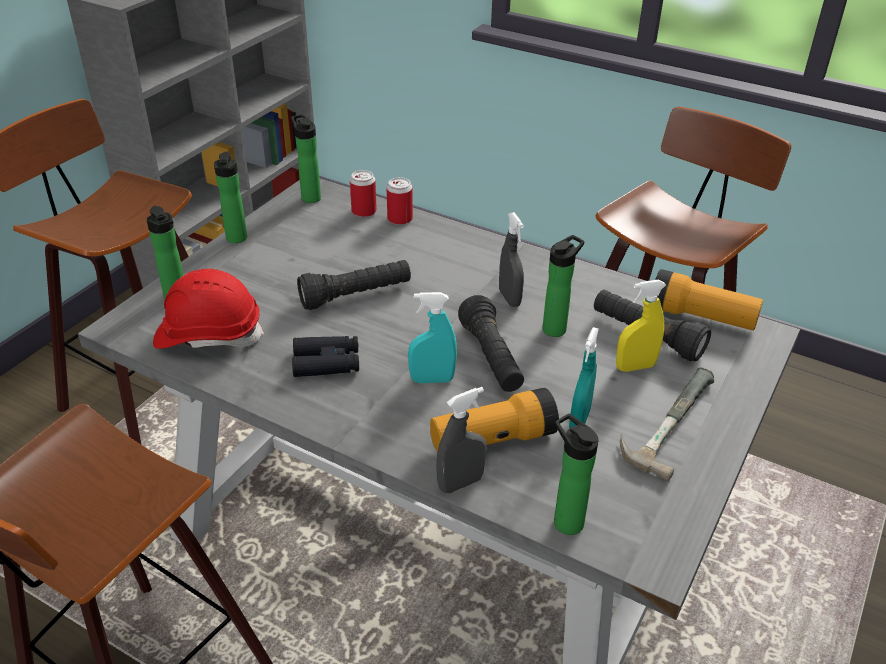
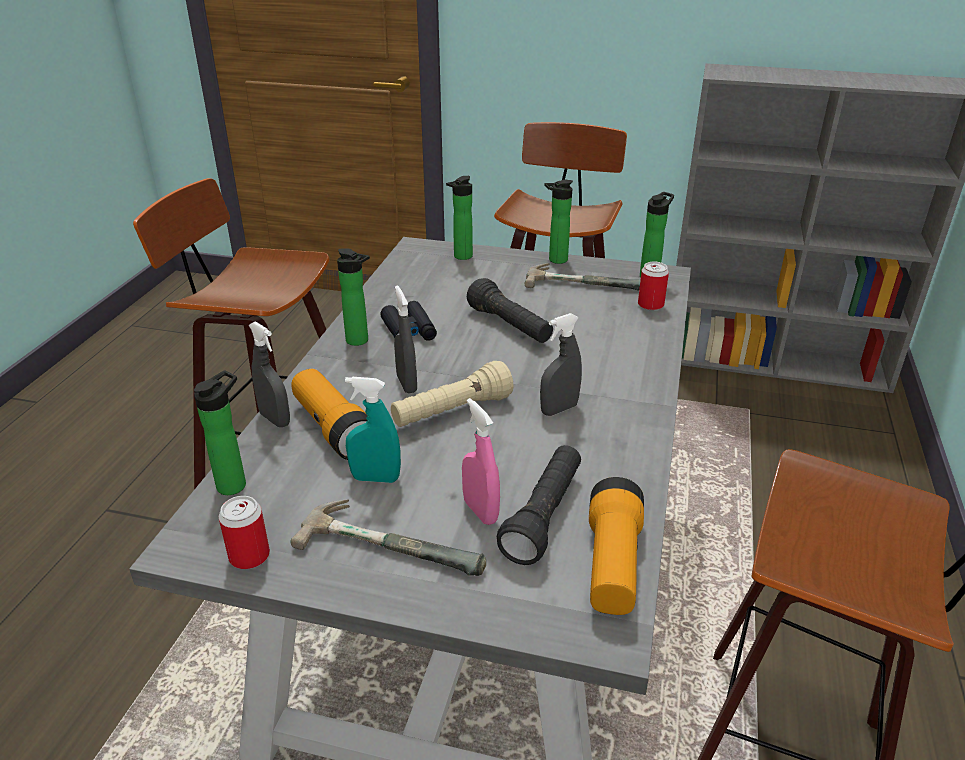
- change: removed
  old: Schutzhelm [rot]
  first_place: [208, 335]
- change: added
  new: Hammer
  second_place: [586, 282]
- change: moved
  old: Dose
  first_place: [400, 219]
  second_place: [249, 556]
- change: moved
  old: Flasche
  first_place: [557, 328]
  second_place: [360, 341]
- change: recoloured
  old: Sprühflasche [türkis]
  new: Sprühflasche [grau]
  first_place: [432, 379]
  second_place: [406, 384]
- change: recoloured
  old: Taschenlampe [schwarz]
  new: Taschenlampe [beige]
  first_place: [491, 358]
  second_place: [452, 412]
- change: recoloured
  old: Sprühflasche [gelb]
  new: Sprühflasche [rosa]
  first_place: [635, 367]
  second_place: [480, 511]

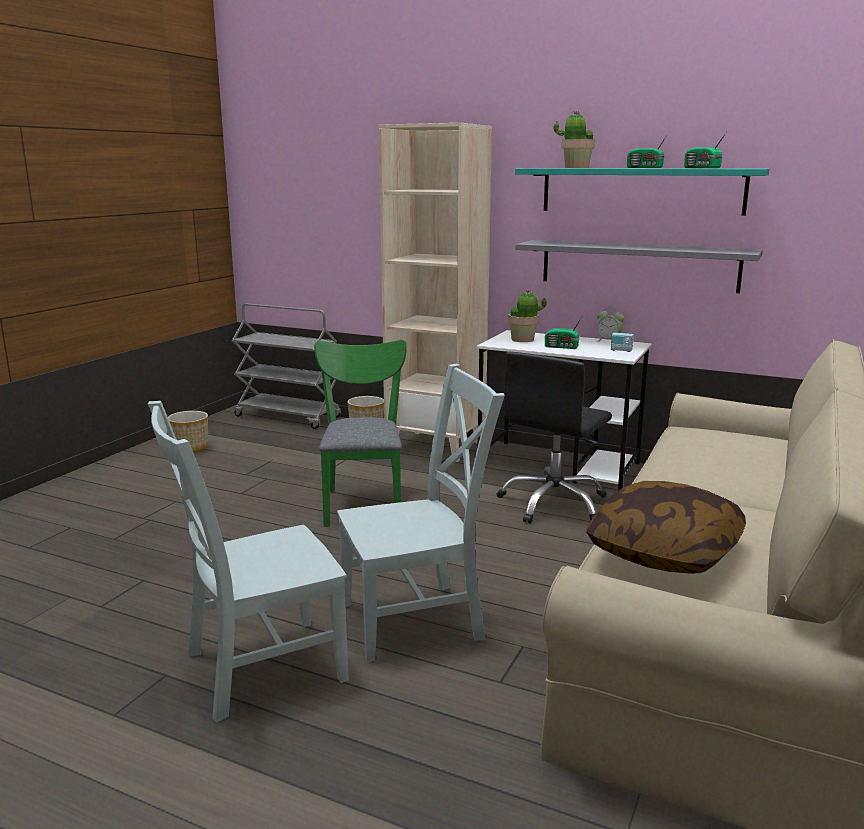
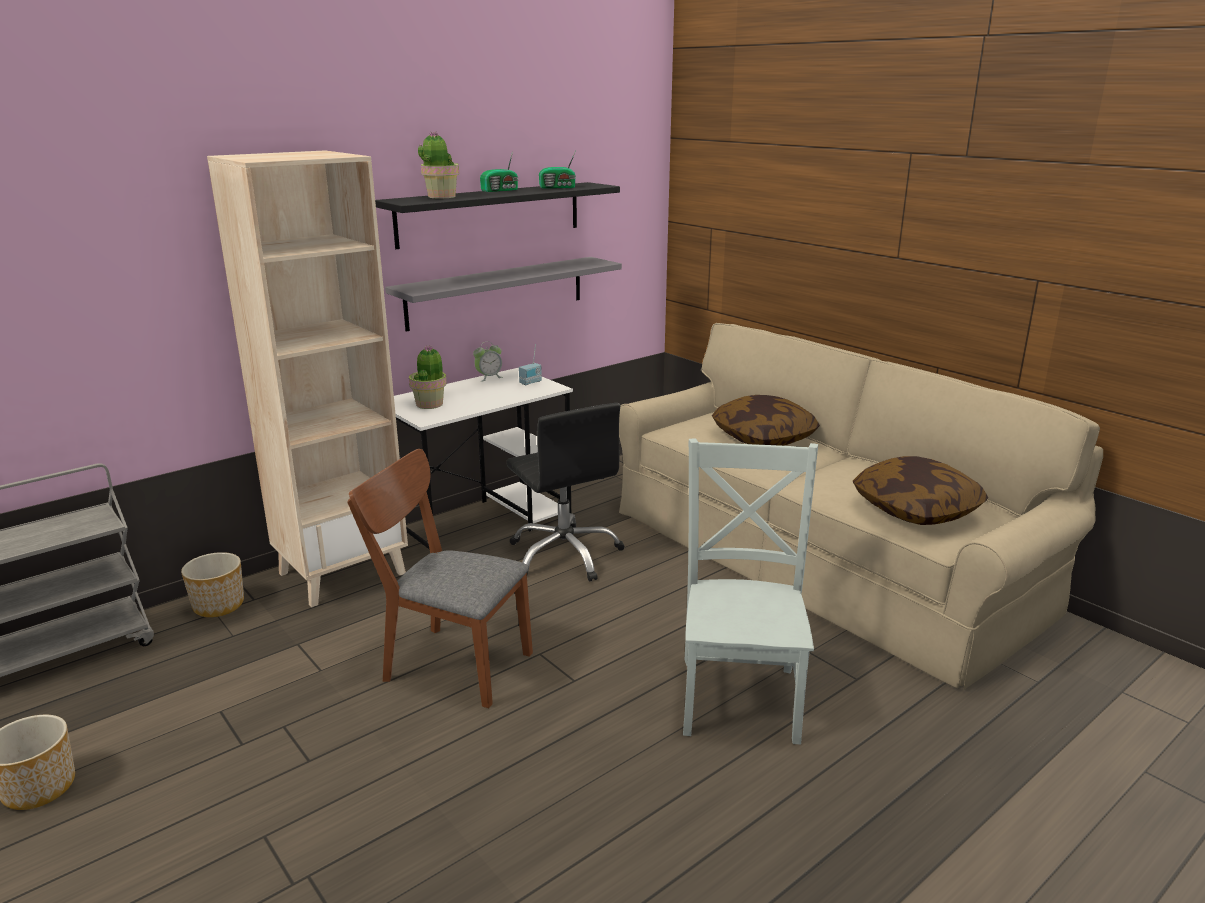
- change: removed
  old: Stuhl [grau]
  first_place: [258, 668]
- change: removed
  old: Radio
  first_place: [562, 347]
- change: added
  new: Kissen
  second_place: [763, 437]
- change: recoloured
  old: Stuhl [grün]
  new: Stuhl [braun]
  first_place: [363, 502]
  second_place: [449, 663]
- change: recoloured
  old: Wandregal [türkis]
  new: Wandregal [schwarz]
  first_place: [641, 190]
  second_place: [490, 214]

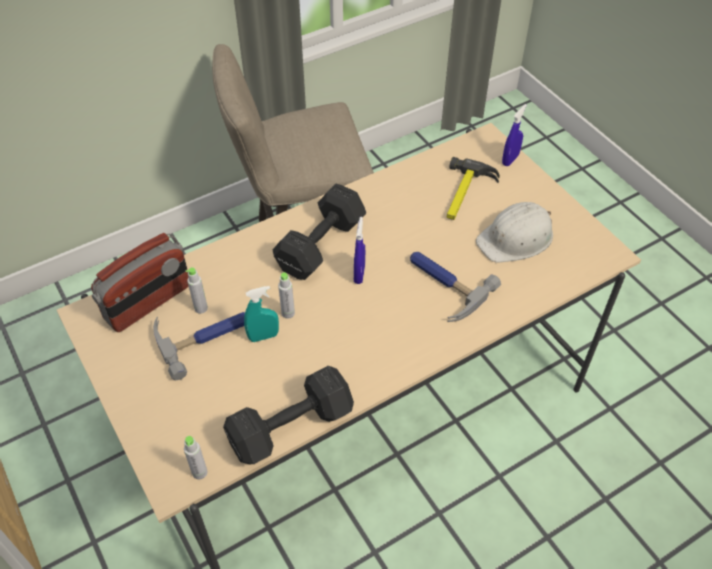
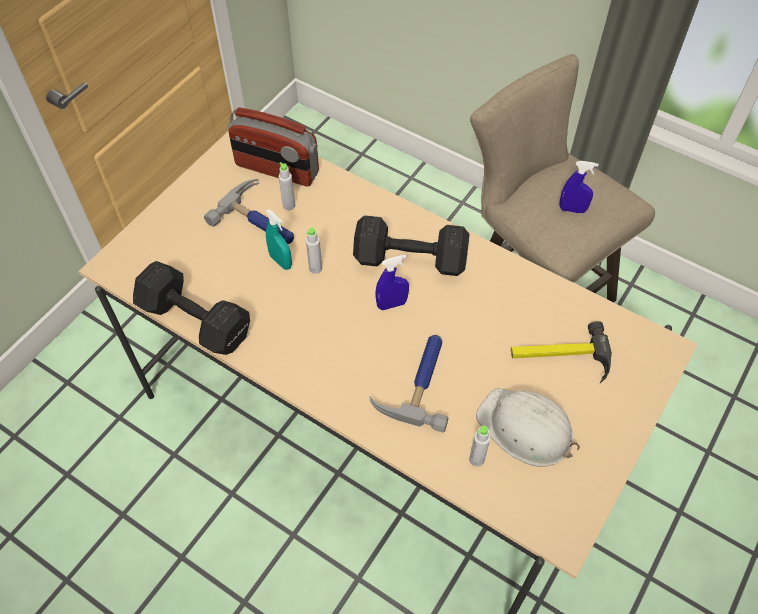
- change: moved
  old: Flasche [grau]
  first_place: [199, 472]
  second_place: [476, 459]
- change: moved
  old: Sprühflasche [blau]
  first_place: [510, 160]
  second_place: [572, 209]

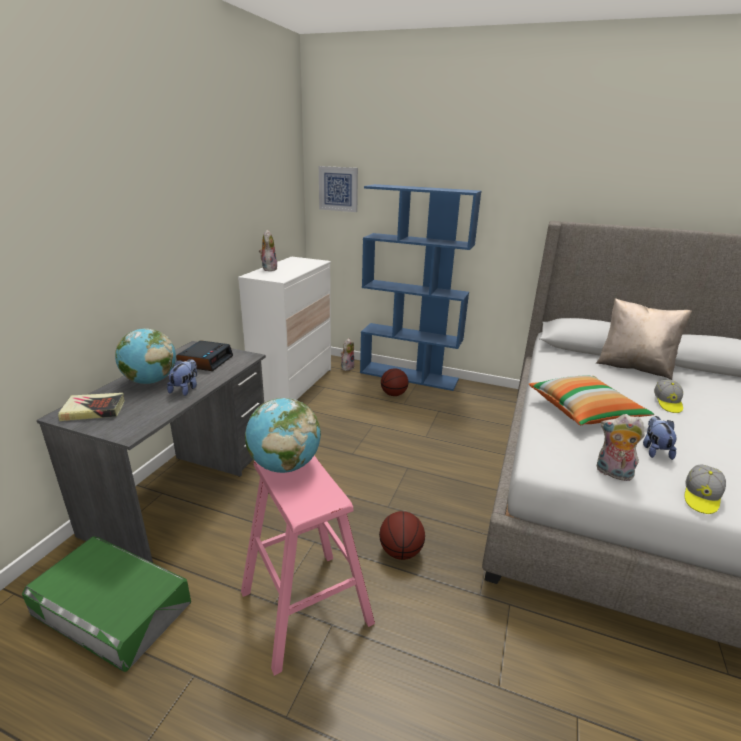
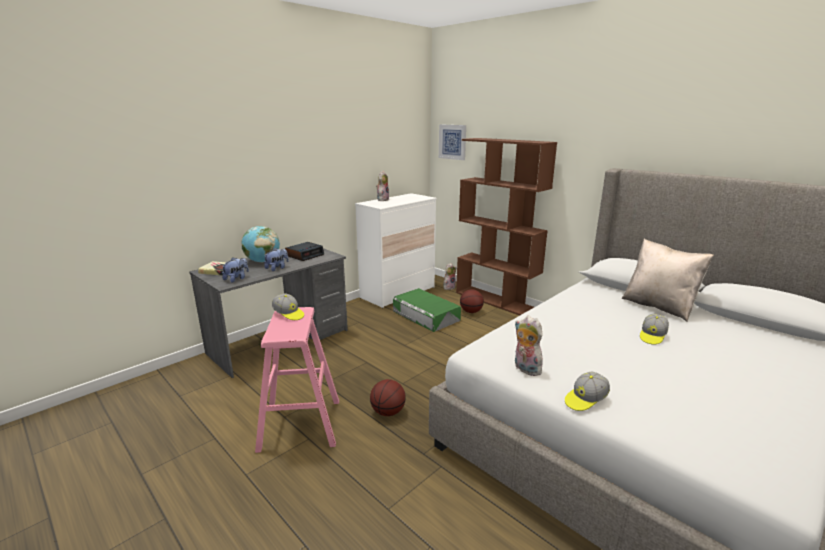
- change: removed
  old: Kissen
  first_place: [584, 412]
- change: moved
  old: Aufbewahrungsbox [grün]
  first_place: [113, 607]
  second_place: [426, 315]
- change: moved
  old: Plüschtier
  first_place: [654, 450]
  second_place: [236, 279]
- change: replaced
  old: Globus
  new: Kappe
  first_place: [285, 465]
  second_place: [288, 314]
- change: recoloured
  old: Bücherregal [blau]
  new: Bücherregal [braun]
  first_place: [409, 376]
  second_place: [496, 301]

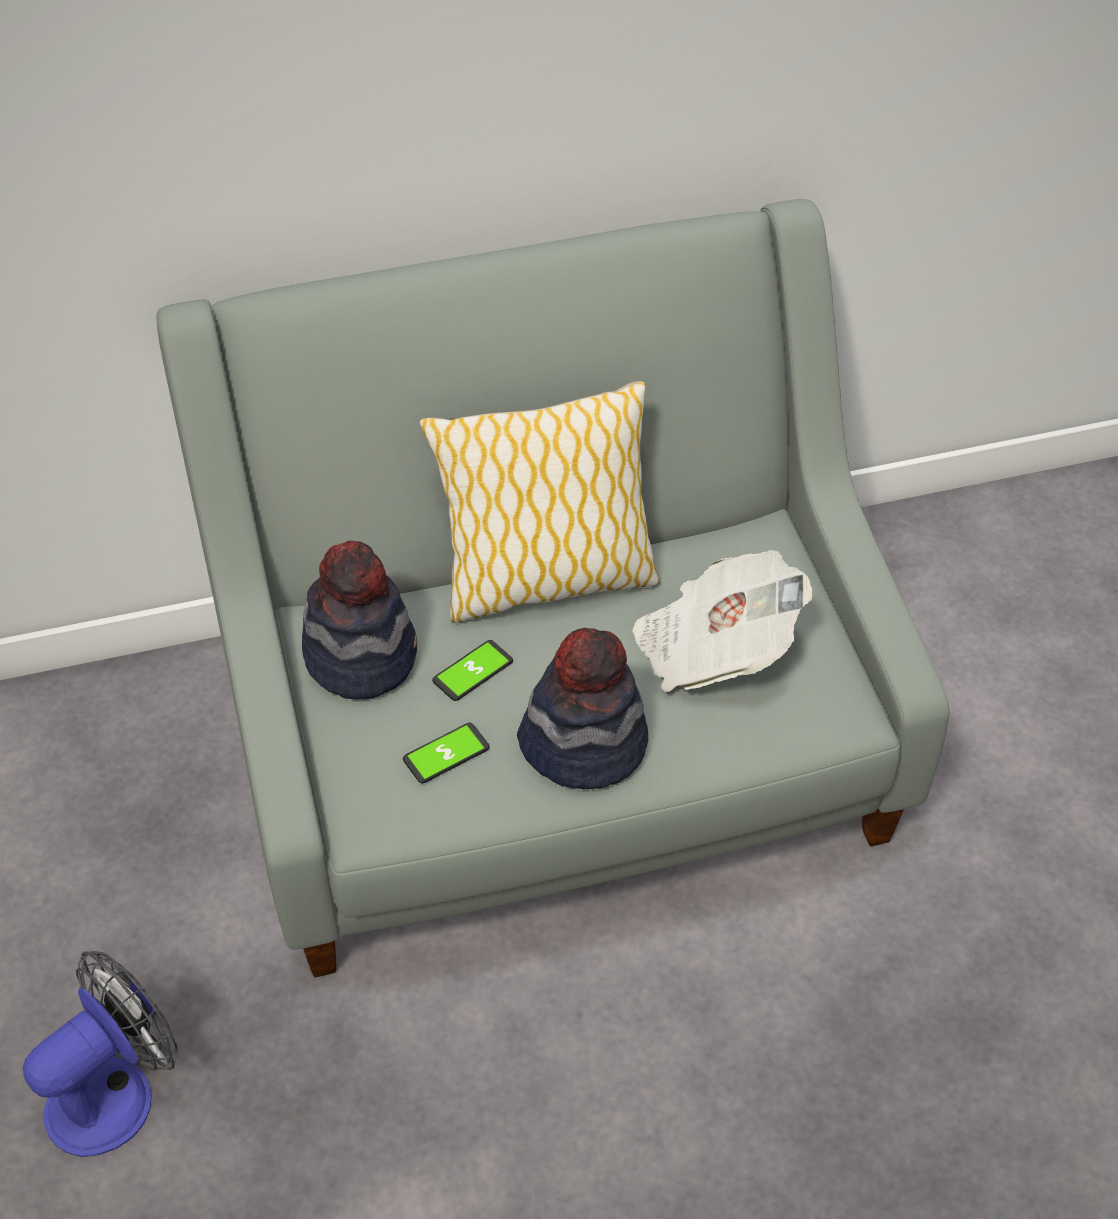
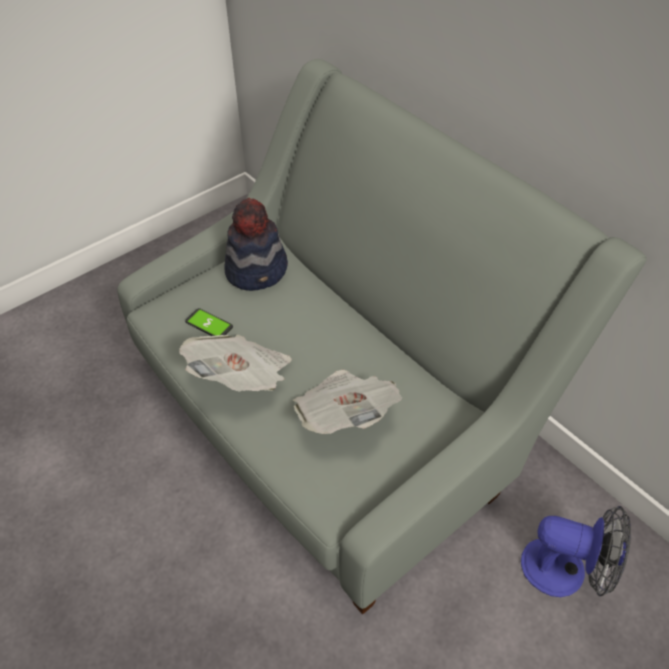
- change: removed
  old: Kissen
  first_place: [546, 581]
- change: removed
  old: Handy
  first_place: [473, 671]
- change: moved
  old: Ventilator
  first_place: [115, 1092]
  second_place: [565, 570]
- change: replaced
  old: Hut
  new: Zeitung
  first_place: [583, 744]
  second_place: [242, 378]

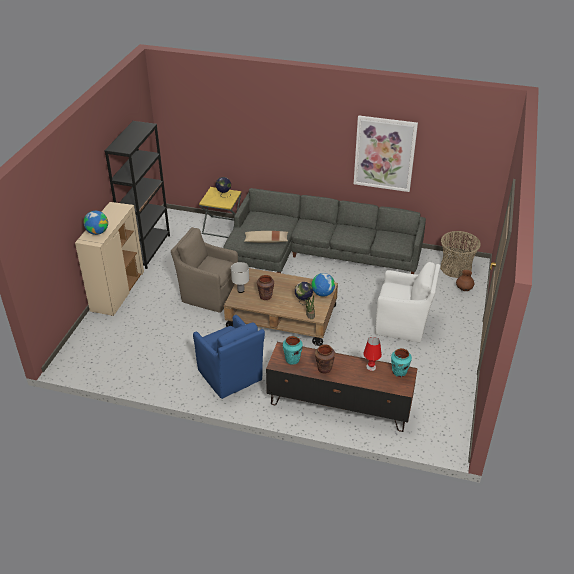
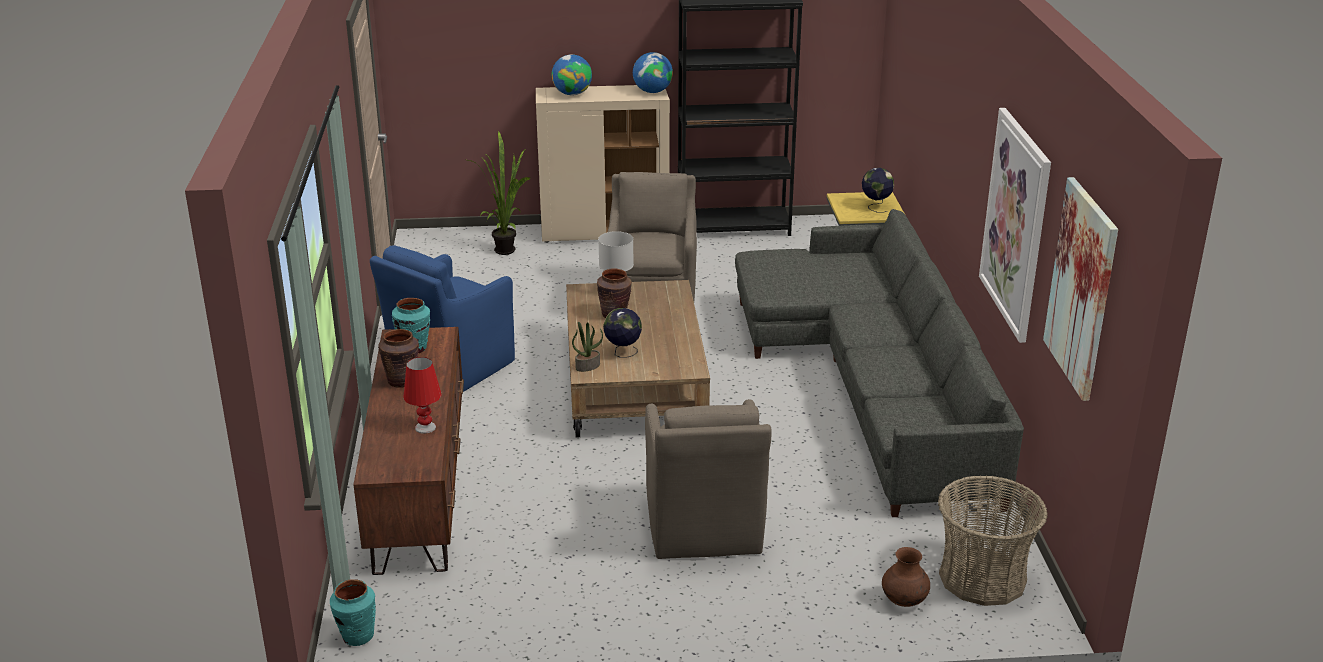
- change: removed
  old: Kissen [beige]
  first_place: [266, 241]
- change: added
  new: Topfpflanze
  second_place: [507, 249]
- change: added
  new: Bild
  second_place: [1081, 288]
- change: moved
  old: Globus
  first_place: [322, 293]
  second_place: [652, 91]
- change: moved
  old: Vase [türkis]
  first_place: [399, 372]
  second_place: [357, 636]
- change: recoloured
  old: Sessel [weiß]
  new: Sessel [braun]
  first_place: [403, 325]
  second_place: [703, 528]

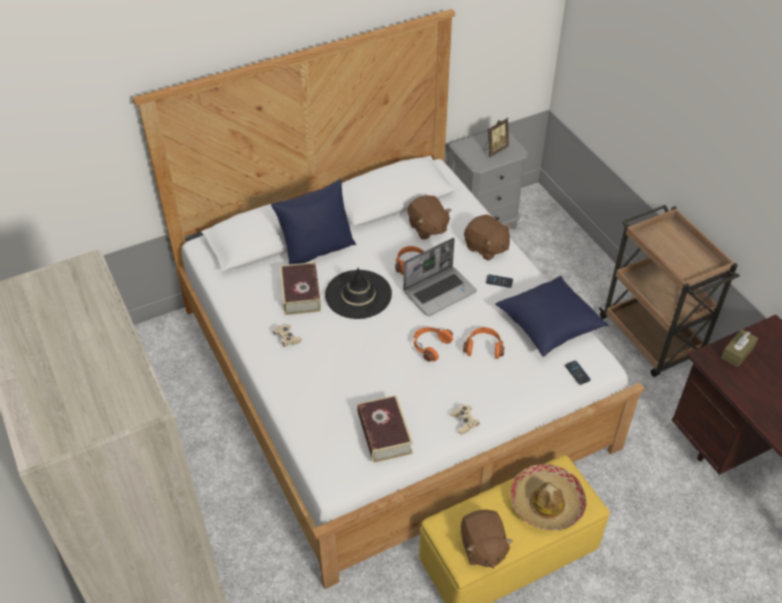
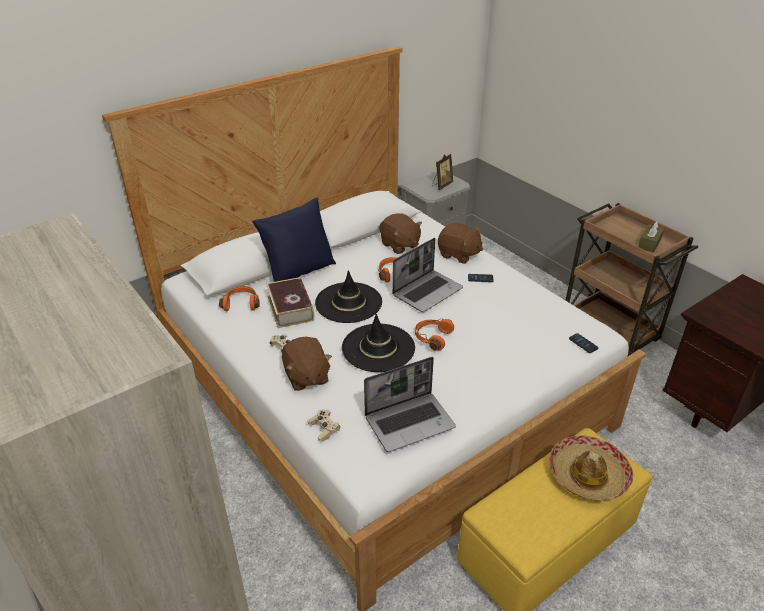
- change: removed
  old: Kissen [blau]
  first_place: [549, 326]
- change: added
  new: Hut [schwarz]
  second_place: [378, 348]
- change: moved
  old: Gamepad [beige]
  first_place: [464, 422]
  second_place: [324, 429]
- change: moved
  old: Plüschtier [braun]
  first_place: [482, 547]
  second_place: [306, 376]
- change: moved
  old: Kopfhörer [orange]
  first_place: [483, 347]
  second_place: [241, 303]
- change: moved
  old: Taschentuchbox [braun]
  first_place: [737, 353]
  second_place: [649, 243]
- change: replaced
  old: Buch
  new: Laptop
  first_place: [384, 434]
  second_place: [410, 422]

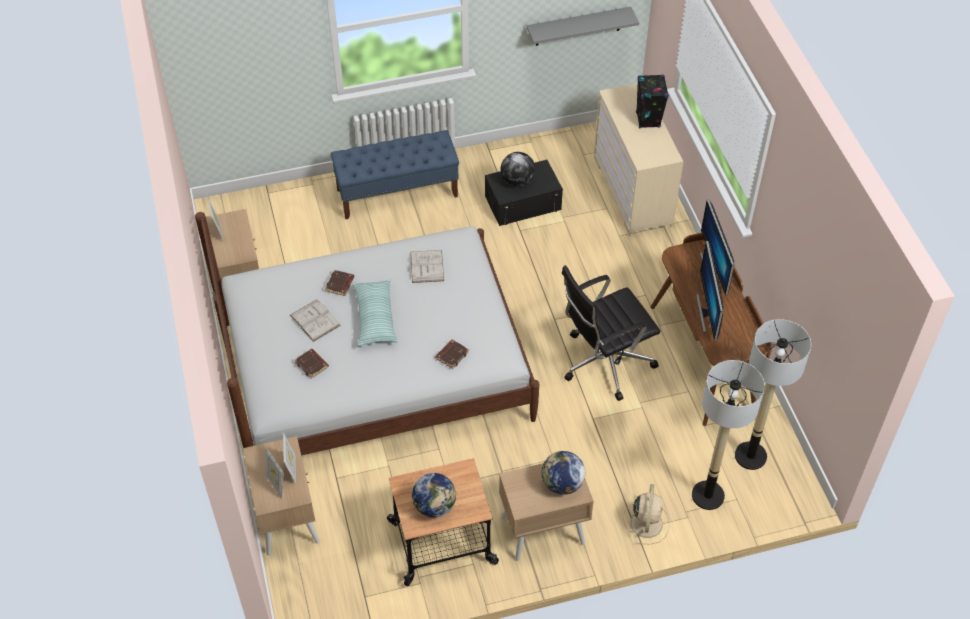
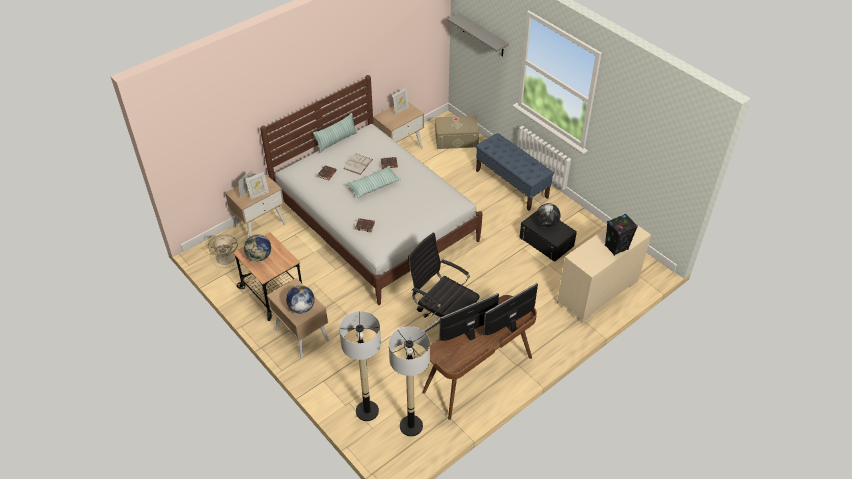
- change: removed
  old: Buch [weiß]
  first_place: [427, 266]
- change: added
  new: Kissen
  second_place: [336, 141]
- change: added
  new: Aufbewahrungsbox [beige]
  second_place: [456, 139]
- change: moved
  old: Wandregal [grau]
  first_place: [578, 26]
  second_place: [483, 35]
- change: moved
  old: Ventilator [beige]
  first_place: [646, 522]
  second_place: [227, 257]

